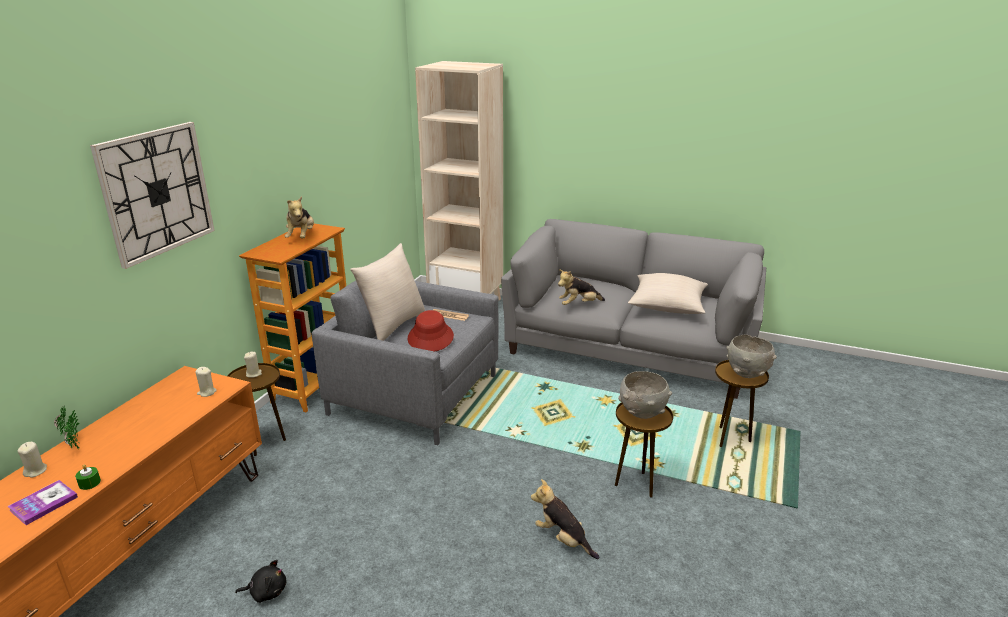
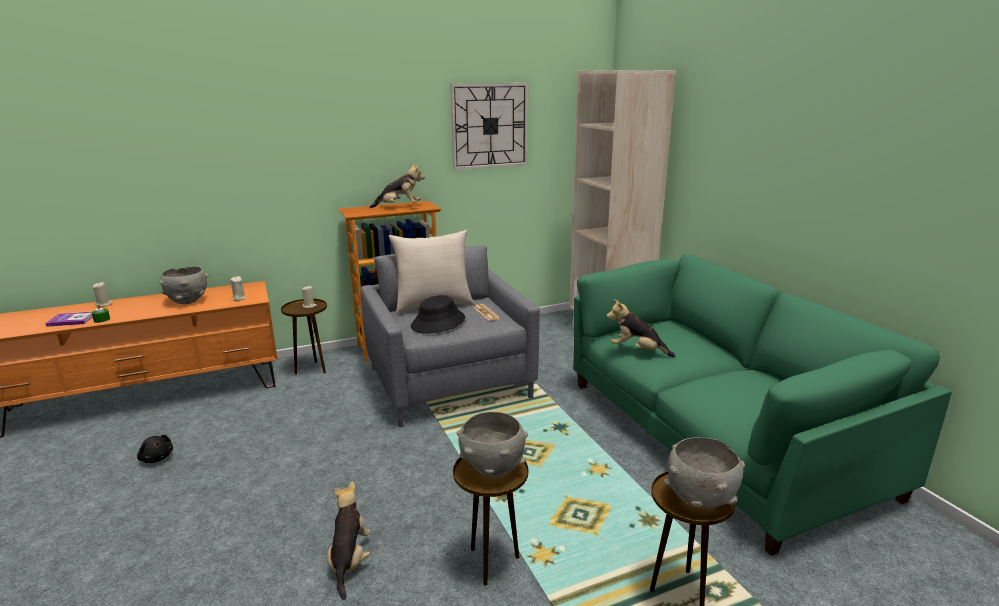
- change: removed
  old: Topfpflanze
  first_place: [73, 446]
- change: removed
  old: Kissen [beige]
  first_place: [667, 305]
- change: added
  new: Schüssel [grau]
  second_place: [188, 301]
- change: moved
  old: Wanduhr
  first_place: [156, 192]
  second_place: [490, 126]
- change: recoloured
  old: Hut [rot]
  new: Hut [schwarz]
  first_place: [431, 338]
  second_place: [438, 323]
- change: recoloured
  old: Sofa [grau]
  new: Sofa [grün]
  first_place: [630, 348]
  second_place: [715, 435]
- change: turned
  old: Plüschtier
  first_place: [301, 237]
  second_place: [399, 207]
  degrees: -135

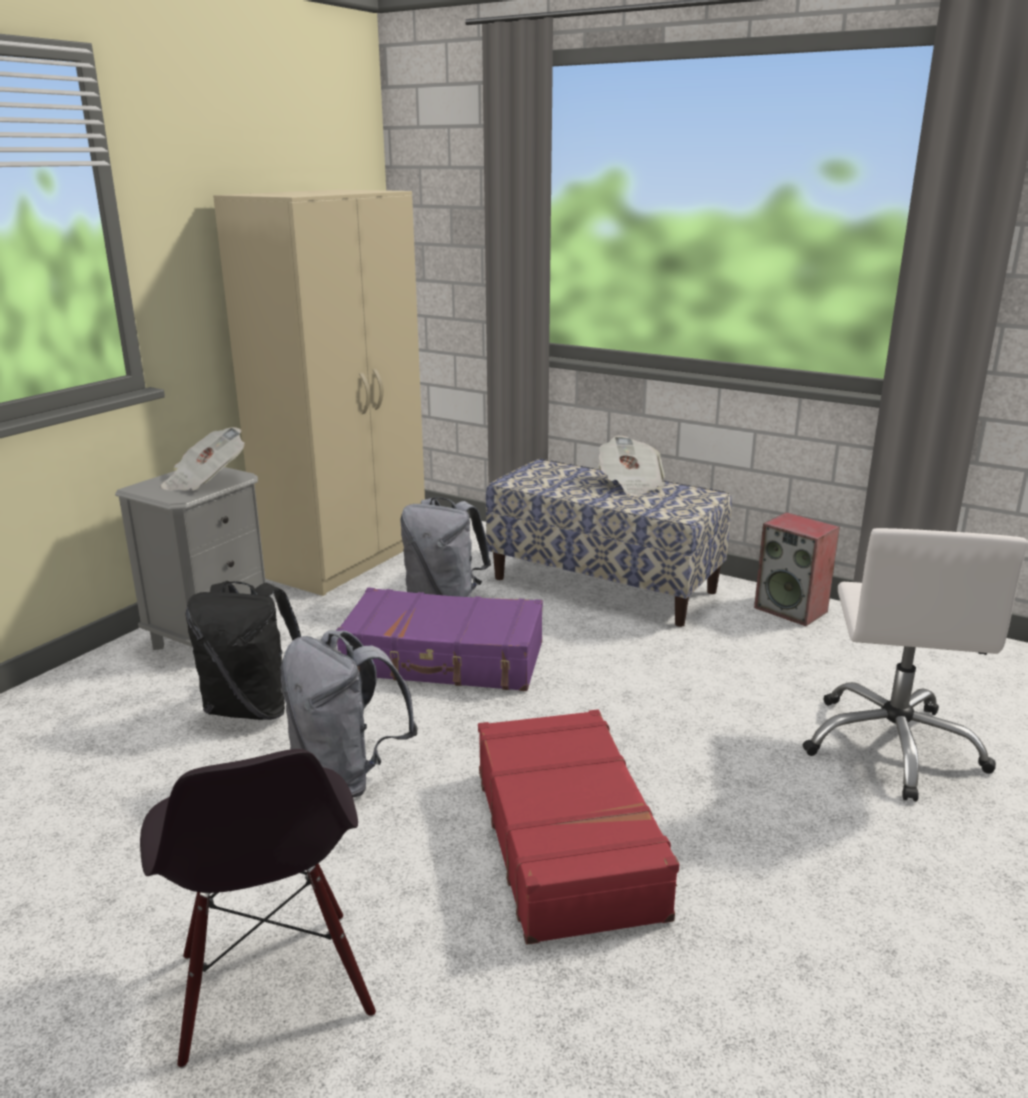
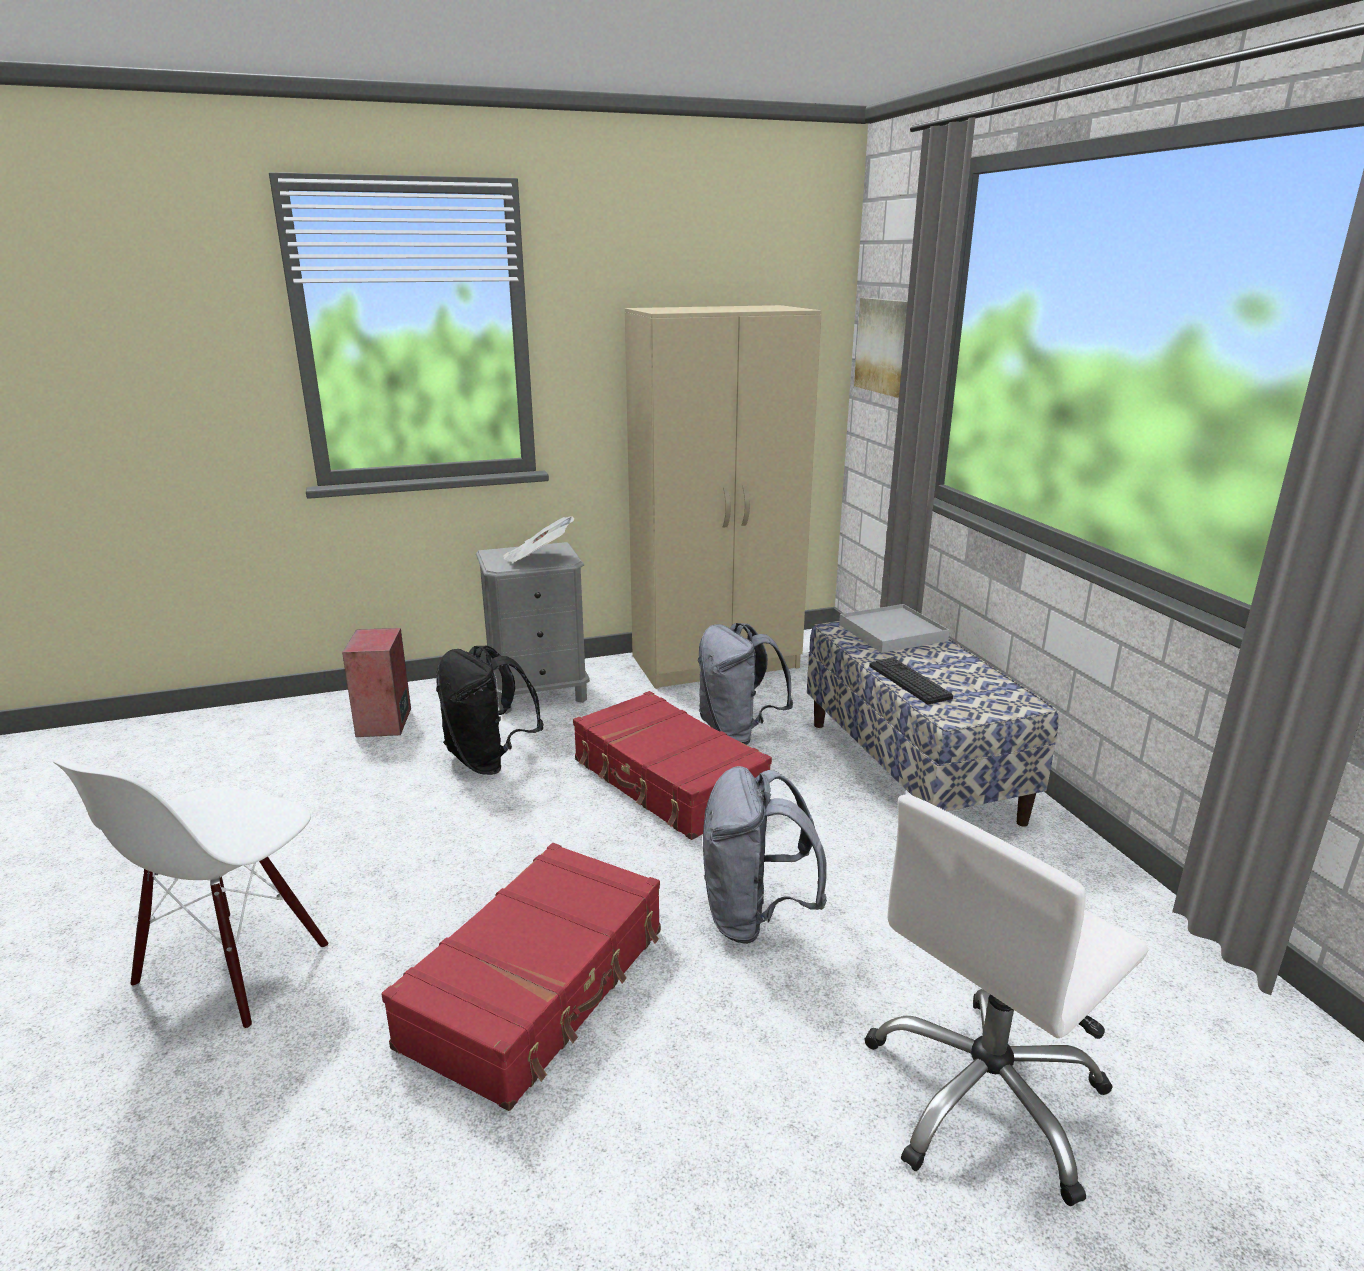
- change: removed
  old: Zeitung
  first_place: [630, 484]
- change: added
  new: Tablett [weiß]
  second_place: [892, 632]
- change: added
  new: Bild
  second_place: [885, 346]
- change: added
  new: Tastatur
  second_place: [909, 681]
- change: moved
  old: Rucksack [grau]
  first_place: [347, 774]
  second_place: [754, 917]
- change: moved
  old: Lautsprecher
  first_place: [792, 609]
  second_place: [385, 722]
- change: recoloured
  old: Stuhl [schwarz]
  new: Stuhl [weiß]
  first_place: [272, 986]
  second_place: [233, 967]
- change: recoloured
  old: Koffer [lila]
  new: Koffer [rot]
  first_place: [444, 660]
  second_place: [667, 781]

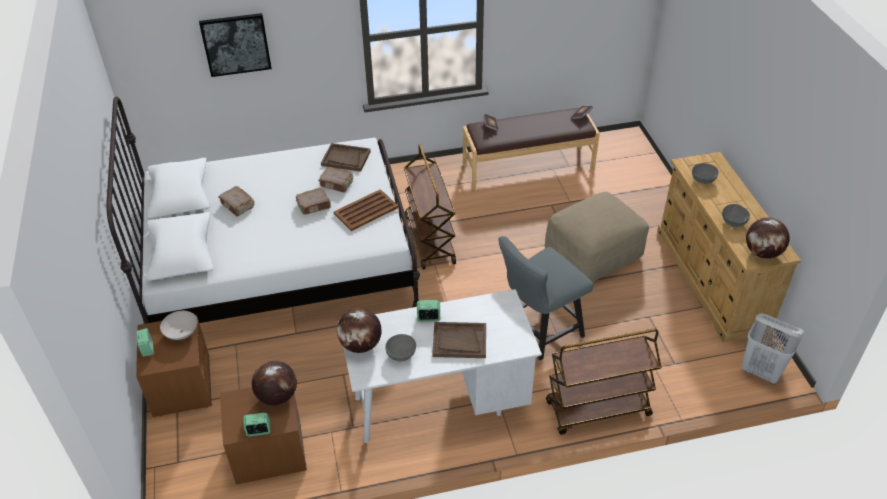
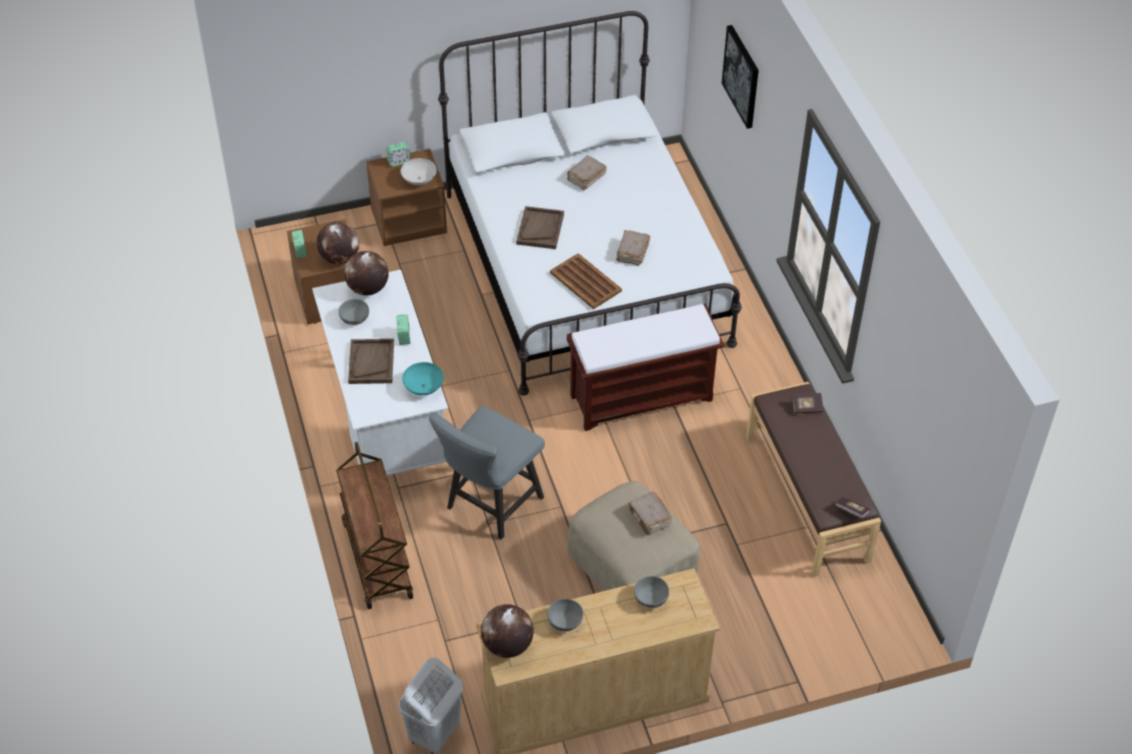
- change: added
  new: Schüssel [türkis]
  second_place: [423, 388]
- change: moved
  old: Buch [braun]
  first_place: [314, 206]
  second_place: [650, 518]
- change: moved
  old: Tablett [braun]
  first_place: [345, 158]
  second_place: [540, 229]
- change: replaced
  old: Rollwagen [braun]
  new: Bank [braun]
  first_place: [429, 239]
  second_place: [642, 397]
- change: turned
  old: Stuhl [grau]
  first_place: [538, 333]
  second_place: [490, 506]
  degrees: -105

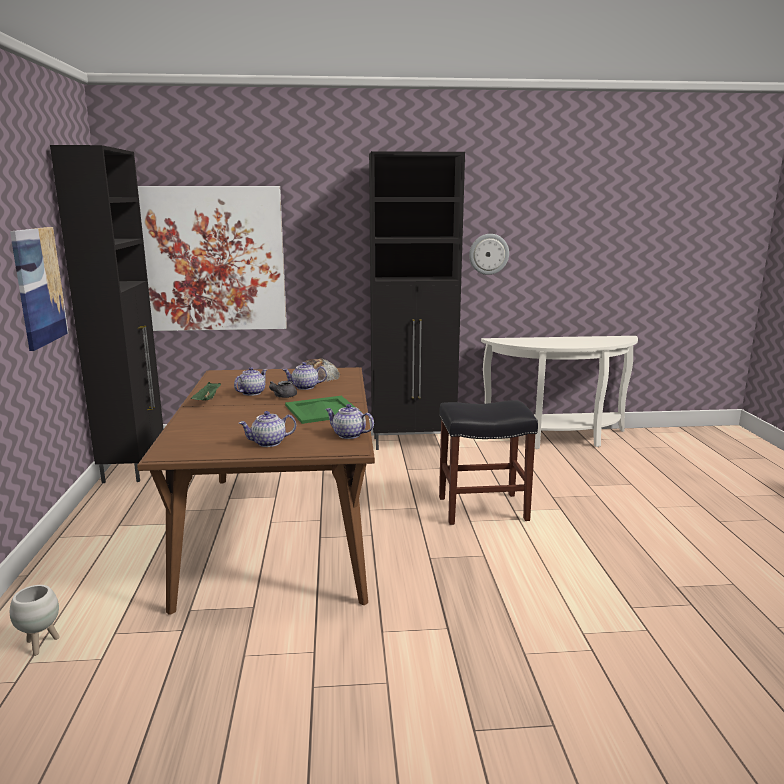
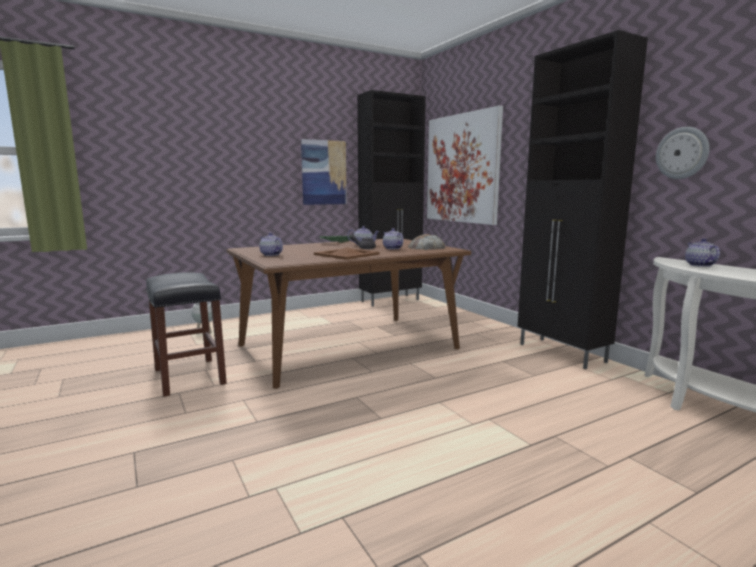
- change: moved
  old: Teekanne
  first_place: [348, 435]
  second_place: [699, 265]
- change: moved
  old: Hocker [schwarz]
  first_place: [481, 509]
  second_place: [188, 376]
- change: recoloured
  old: Tablett [grün]
  new: Tablett [braun]
  first_place: [322, 410]
  second_place: [346, 254]

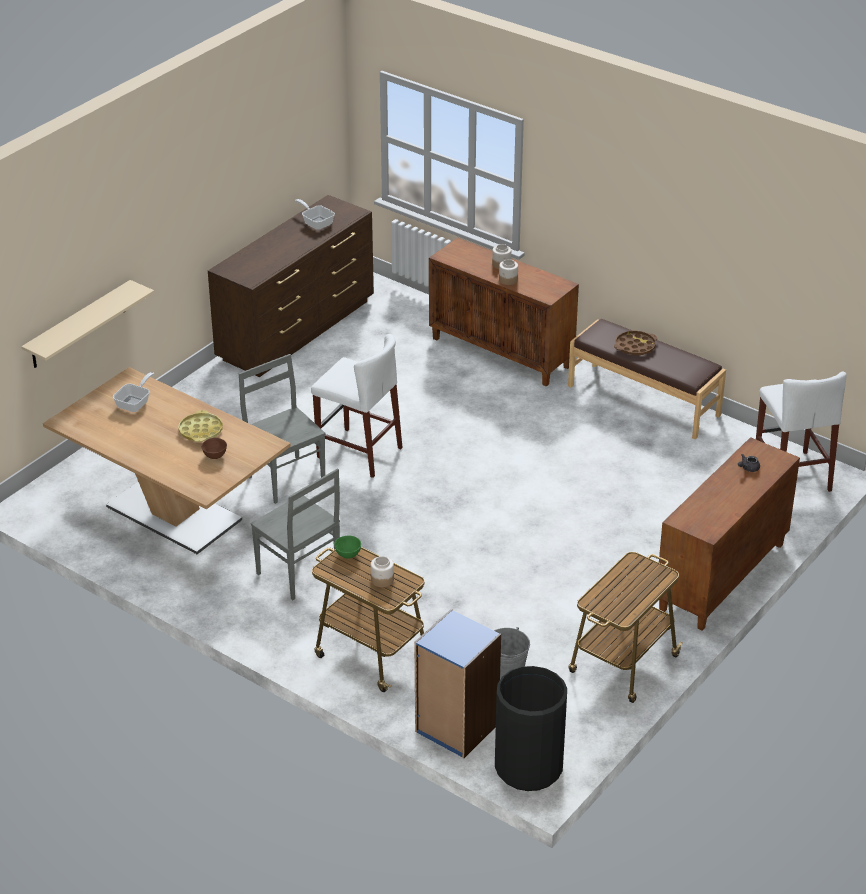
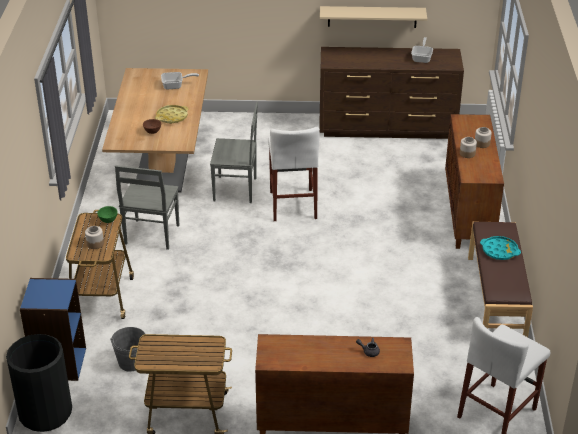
- change: moved
  old: Wandregal [beige]
  first_place: [78, 325]
  second_place: [372, 16]
- change: recoloured
  old: Tablett [braun]
  new: Tablett [türkis]
  first_place: [635, 346]
  second_place: [499, 251]
- change: turned
  old: Stuhl [grau]
  first_place: [285, 478]
  second_place: [236, 189]
  degrees: 75

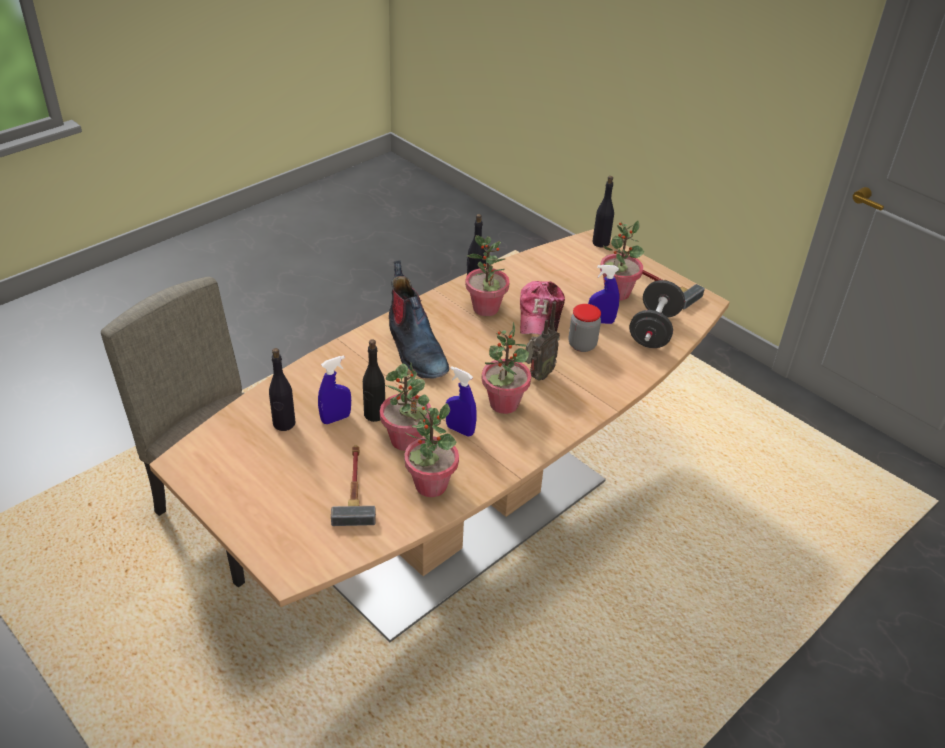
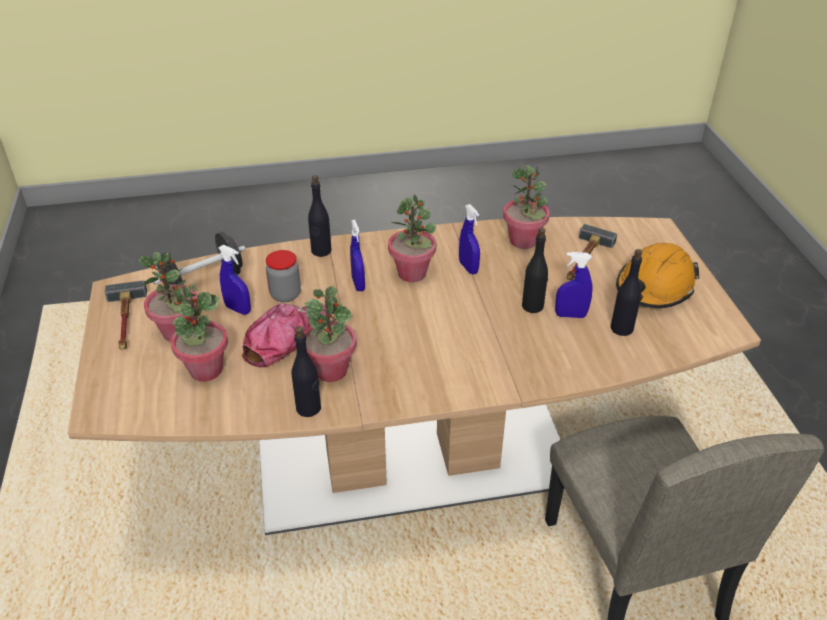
- change: removed
  old: Stiefel
  first_place: [415, 349]
- change: added
  new: Schutzhelm [orange]
  second_place: [654, 288]
- change: moved
  old: Topfpflanze
  first_place: [406, 440]
  second_place: [205, 370]
- change: moved
  old: Flasche [schwarz]
  first_place: [600, 242]
  second_place: [321, 251]
- change: replaced
  old: Radio
  new: Sprühflasche [blau]
  first_place: [537, 376]
  second_place: [358, 284]

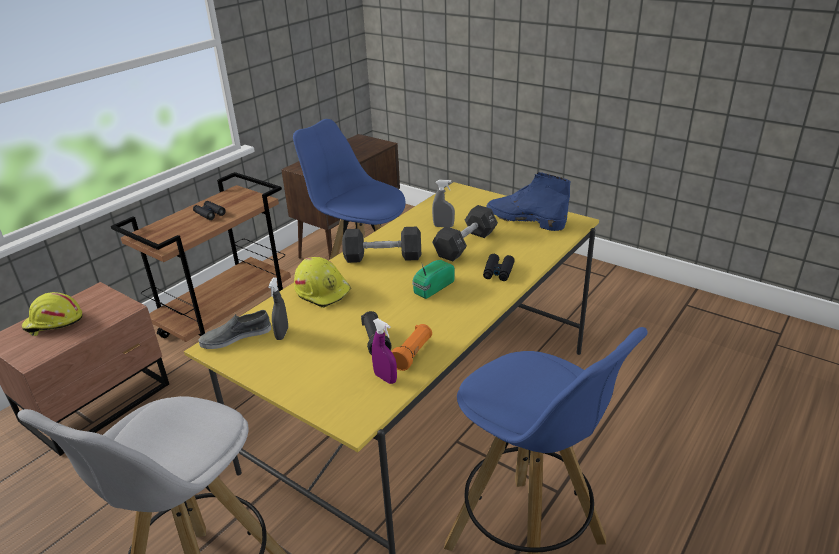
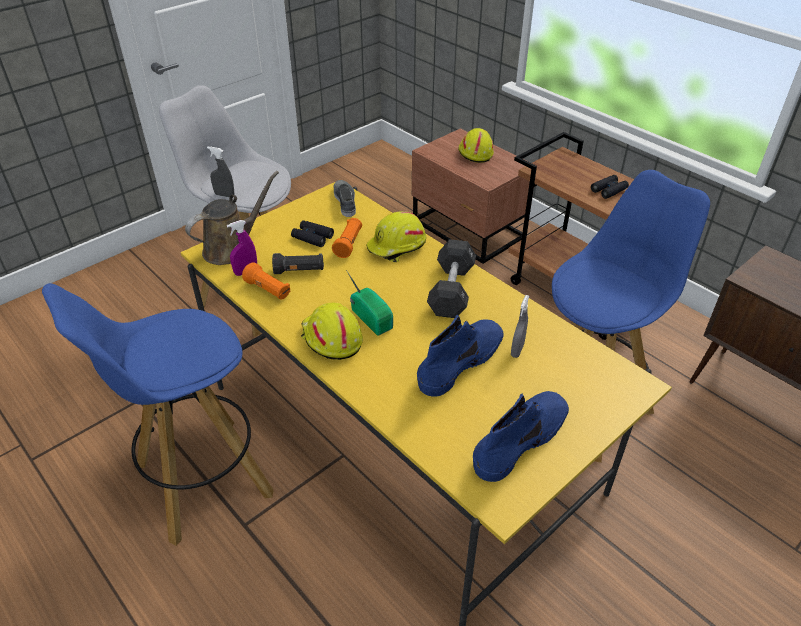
- change: added
  new: Gießkanne [braun]
  second_place: [232, 248]
- change: added
  new: Schutzhelm [gelb]
  second_place: [331, 339]
- change: added
  new: Taschenlampe [orange]
  second_place: [349, 244]
- change: moved
  old: Sprühflasche [grau]
  first_place: [282, 334]
  second_place: [224, 195]
- change: moved
  old: Fernglas [schwarz]
  first_place: [498, 272]
  second_place: [312, 237]
- change: replaced
  old: Hantel [schwarz]
  new: Stiefel [blau]
  first_place: [465, 244]
  second_place: [461, 361]

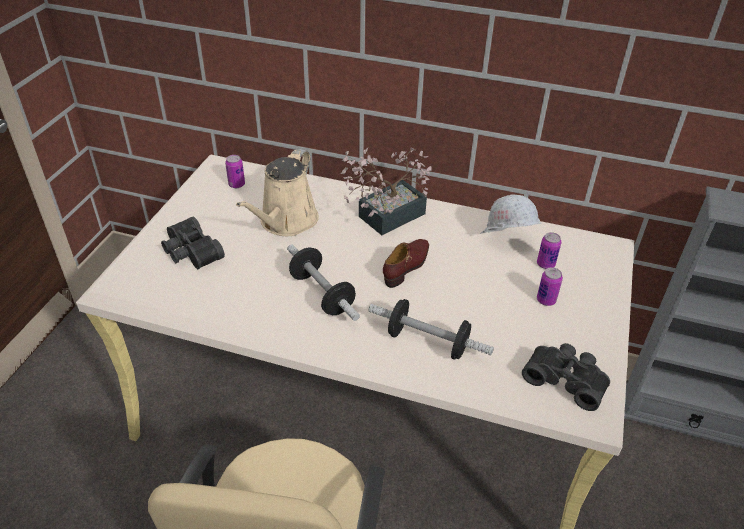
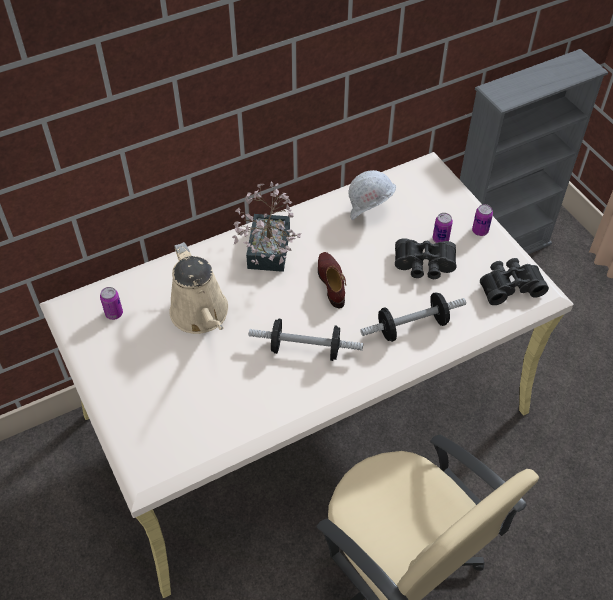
- change: moved
  old: Fernglas [schwarz]
  first_place: [190, 252]
  second_place: [424, 266]
- change: moved
  old: Dose
  first_place: [545, 264]
  second_place: [480, 231]

